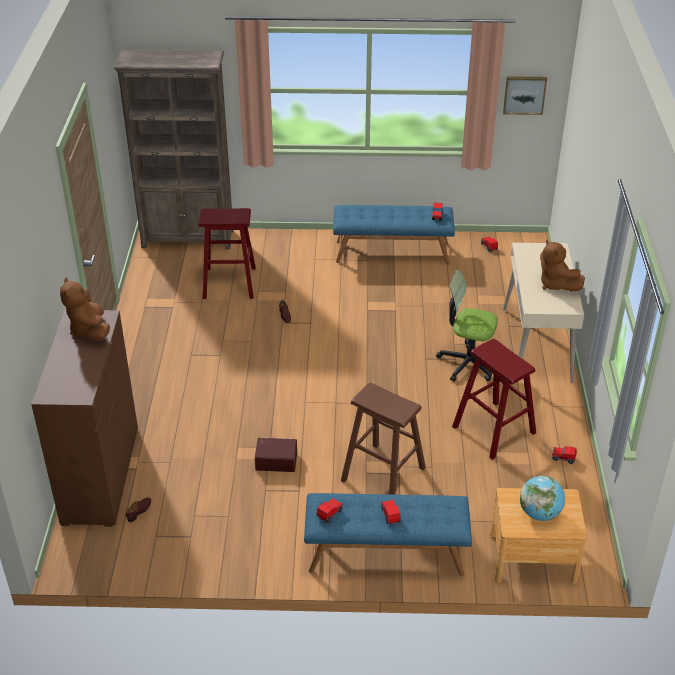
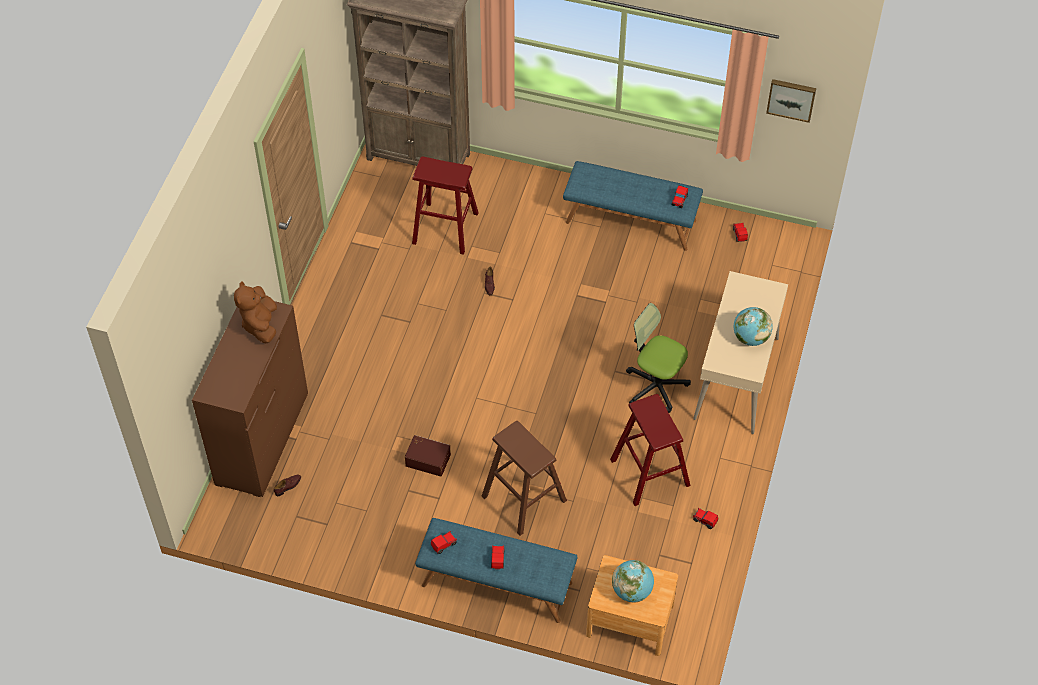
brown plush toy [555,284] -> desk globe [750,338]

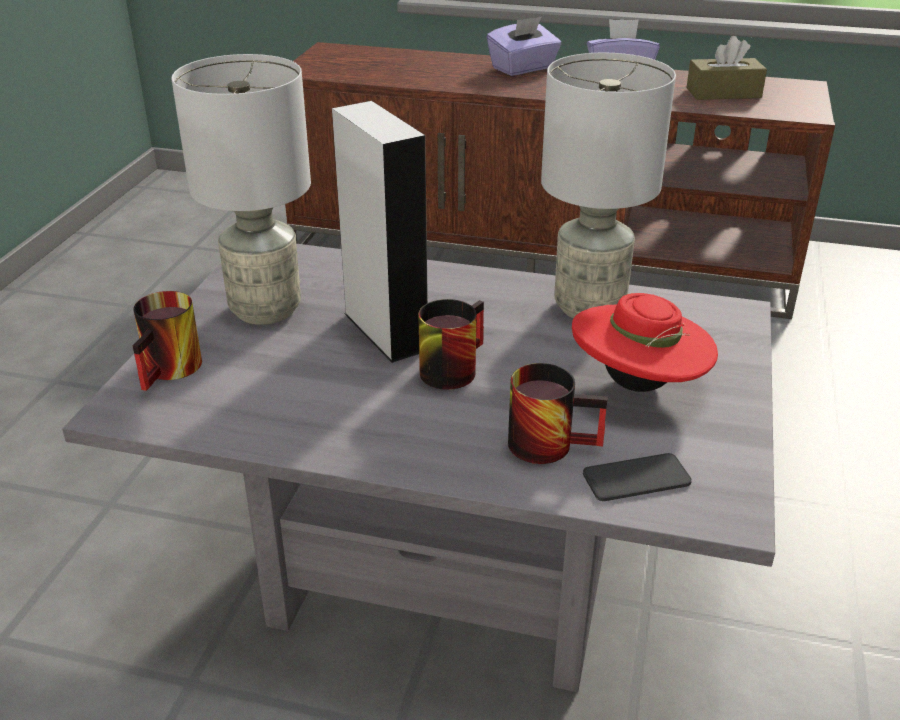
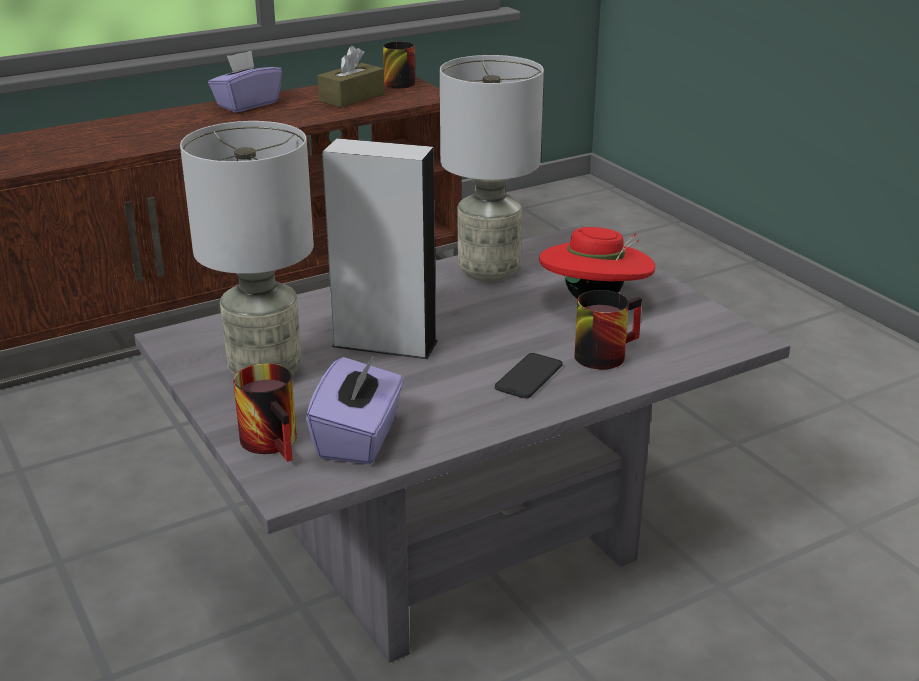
tea mug [449,366] -> tea mug [396,82], move
purplish tissue box [523,68] -> purplish tissue box [359,438], move
handset [636,478] -> handset [529,376], move

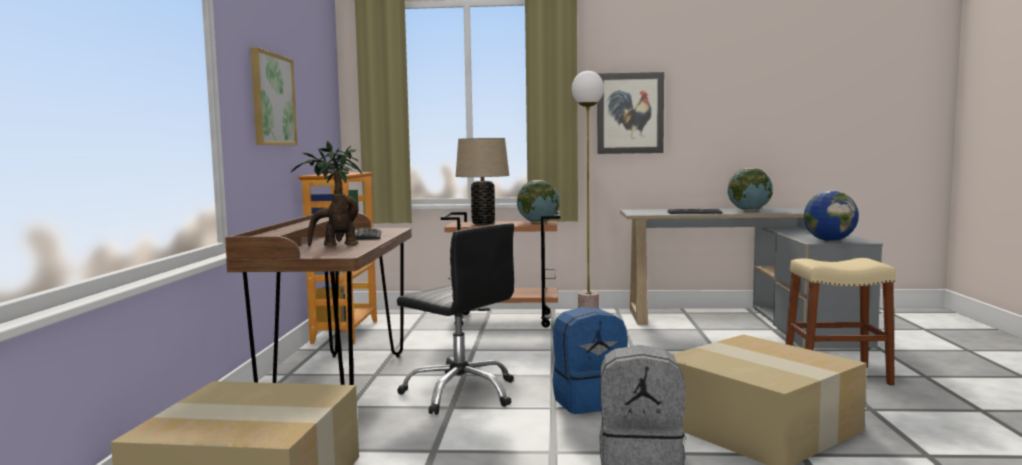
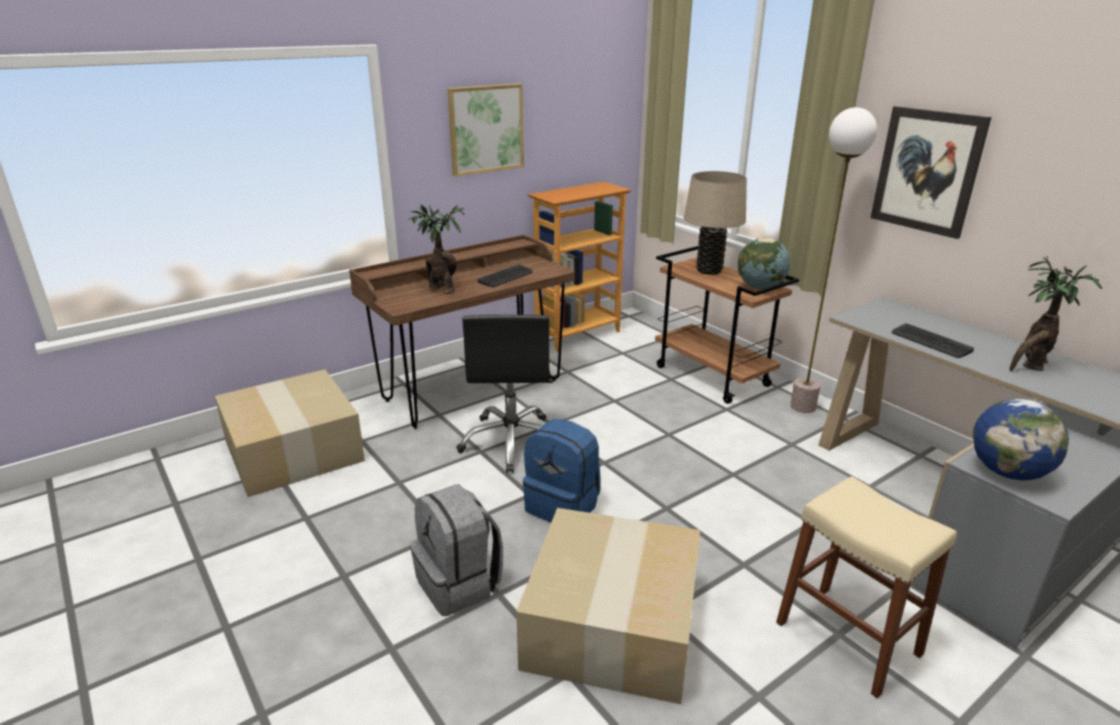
desk globe [749,210] -> houseplant [1030,366]

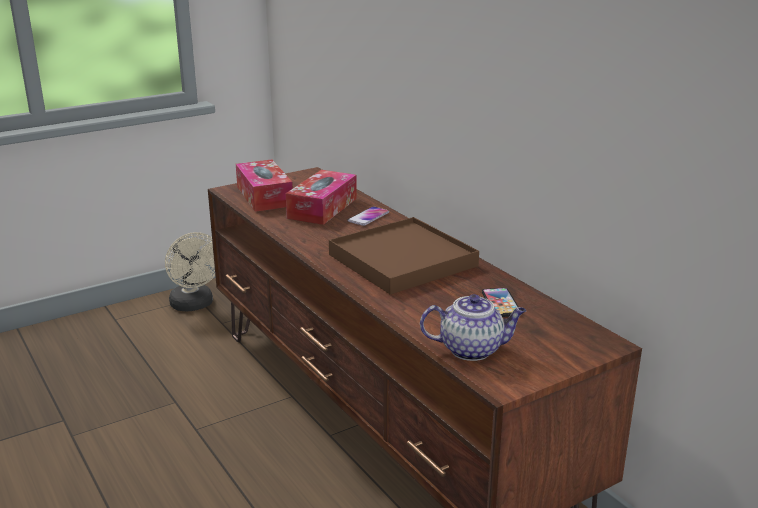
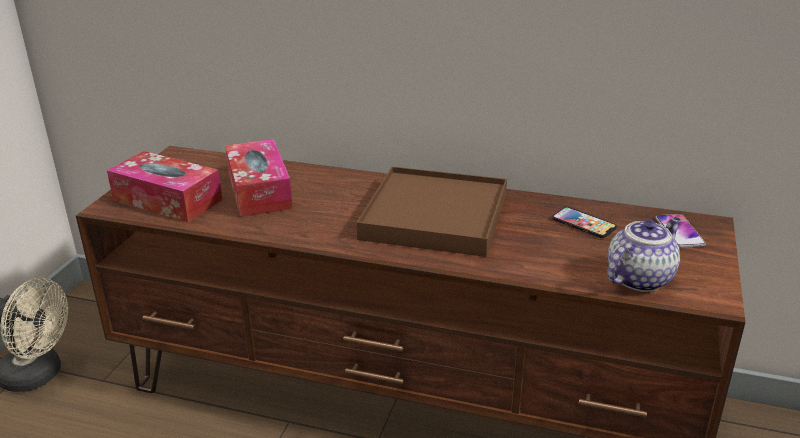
handset [368,217] -> handset [679,232], move

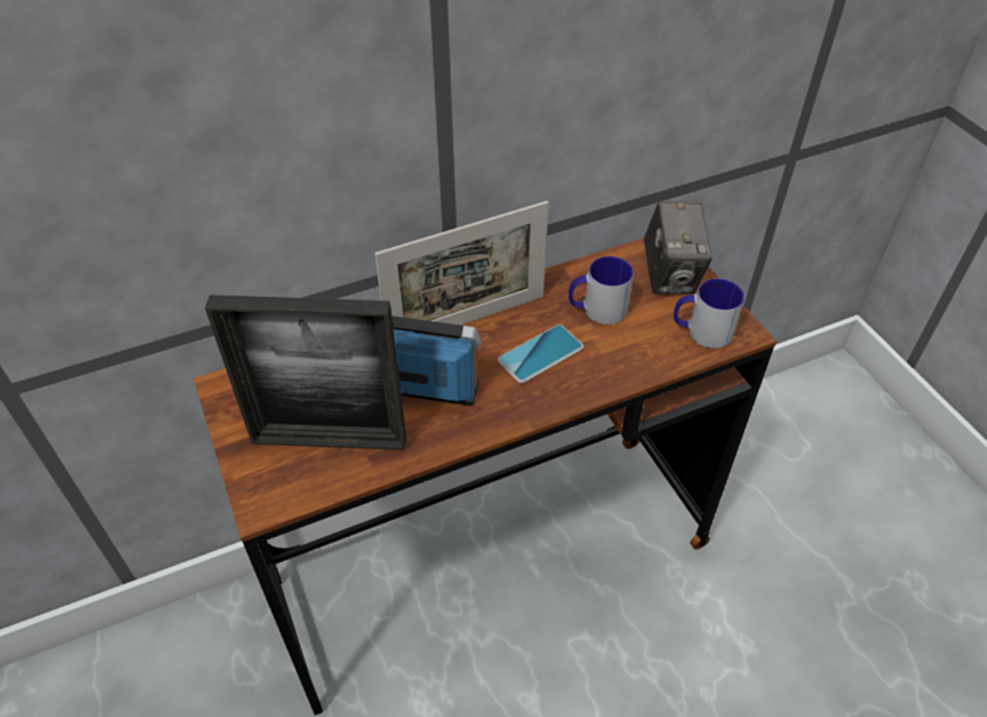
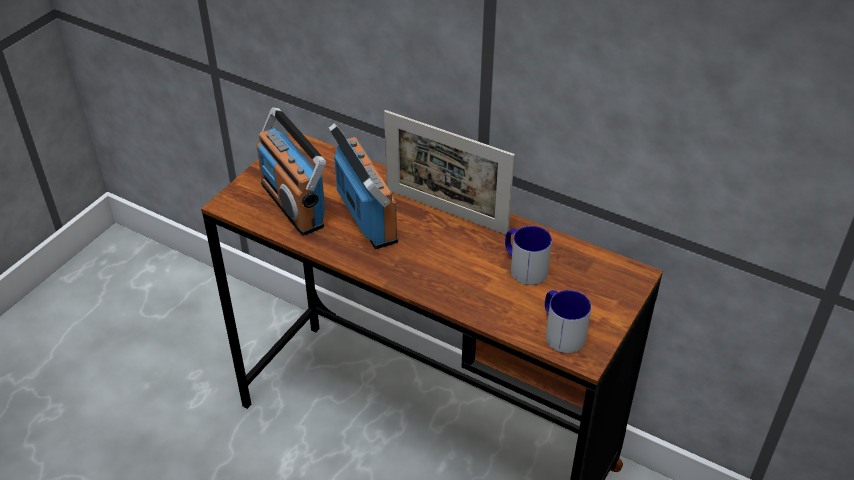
standing frame [329,440] -> radio set [293,204]
handset [540,354] -> none
still camera [670,276] -> none

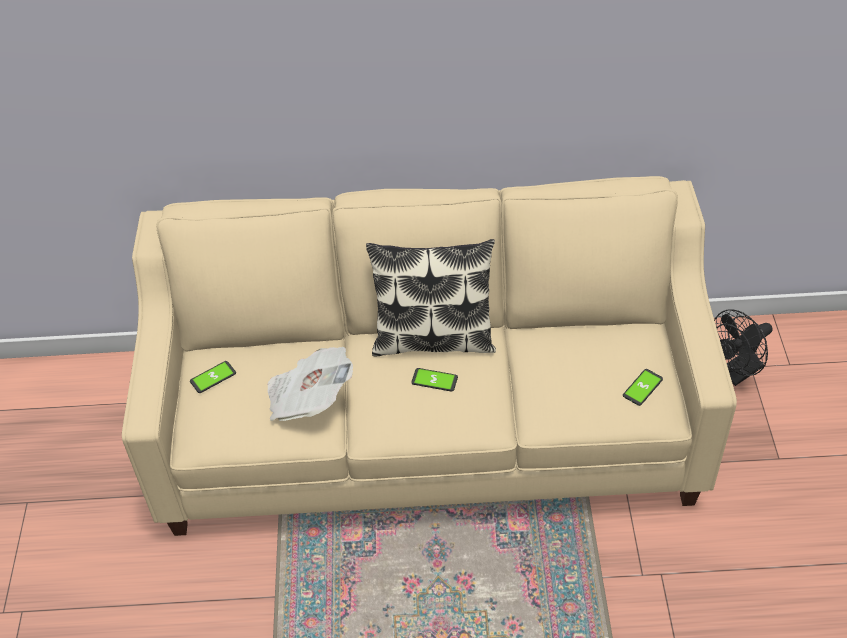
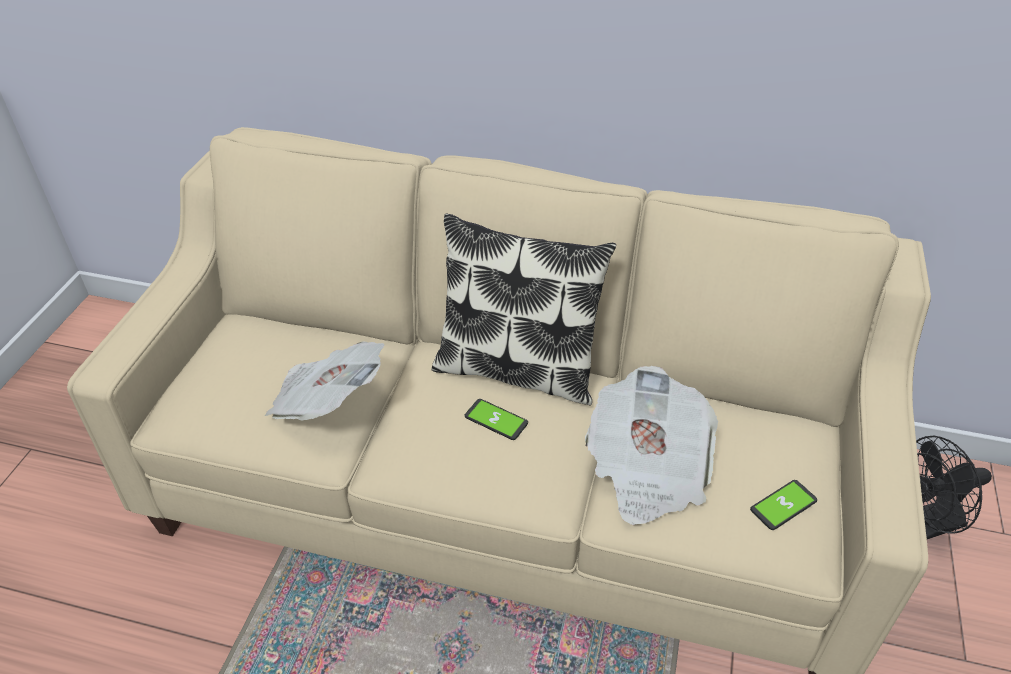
handset [213,377] -> none
none -> newspaper [647,469]

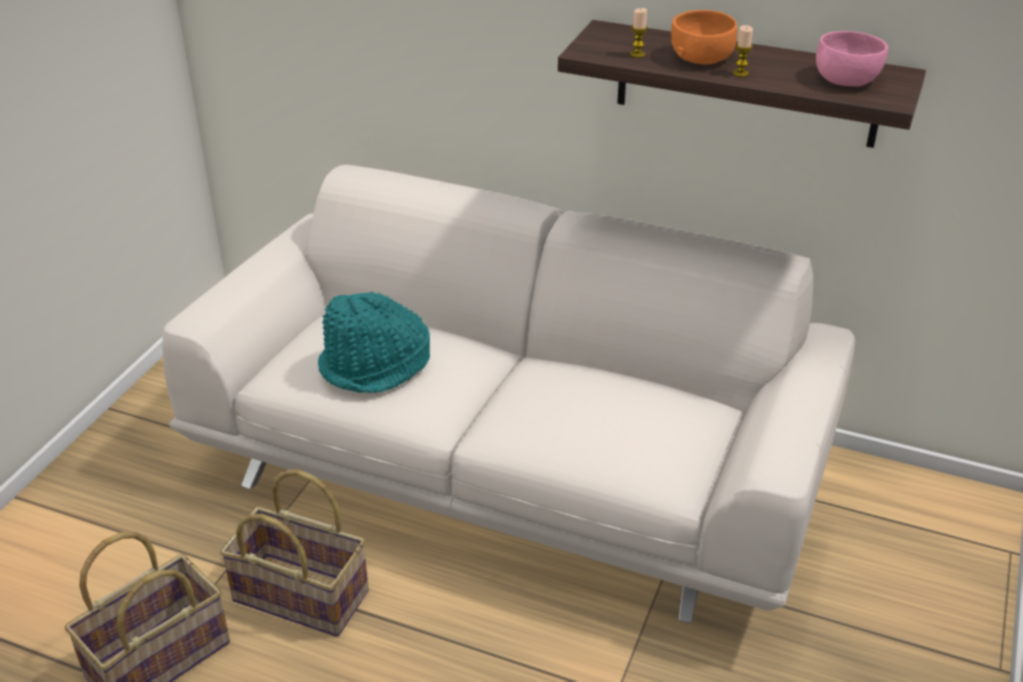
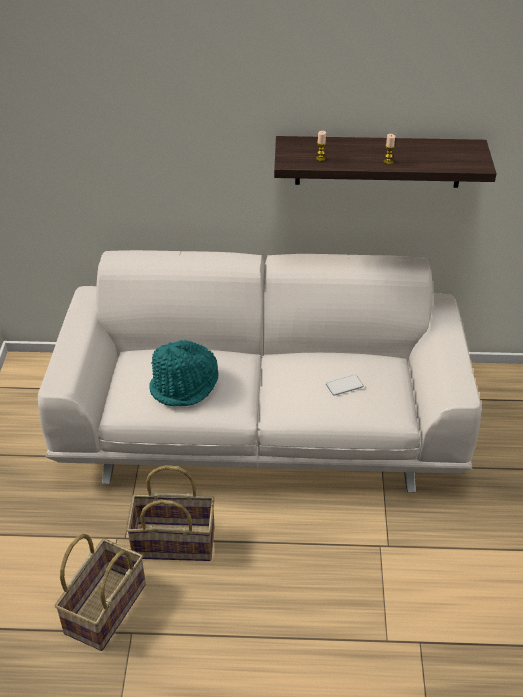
orange-coloured bowl [701,57] -> none
pinkish bowl [847,79] -> none
none -> handset [344,386]

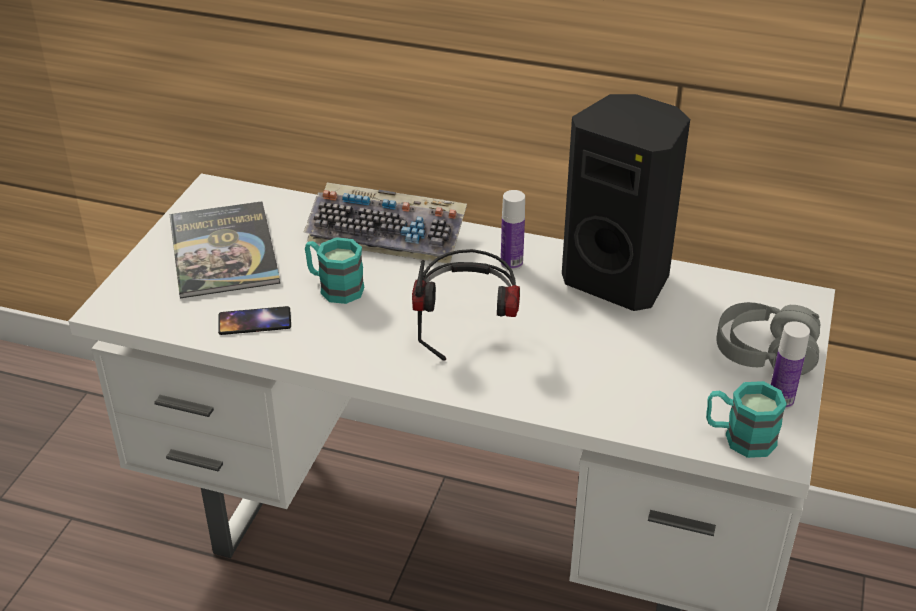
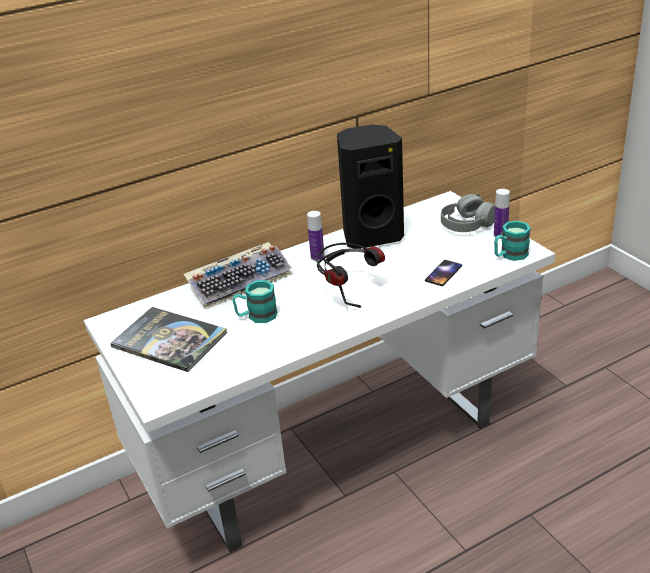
handset [254,321] -> handset [443,273], move

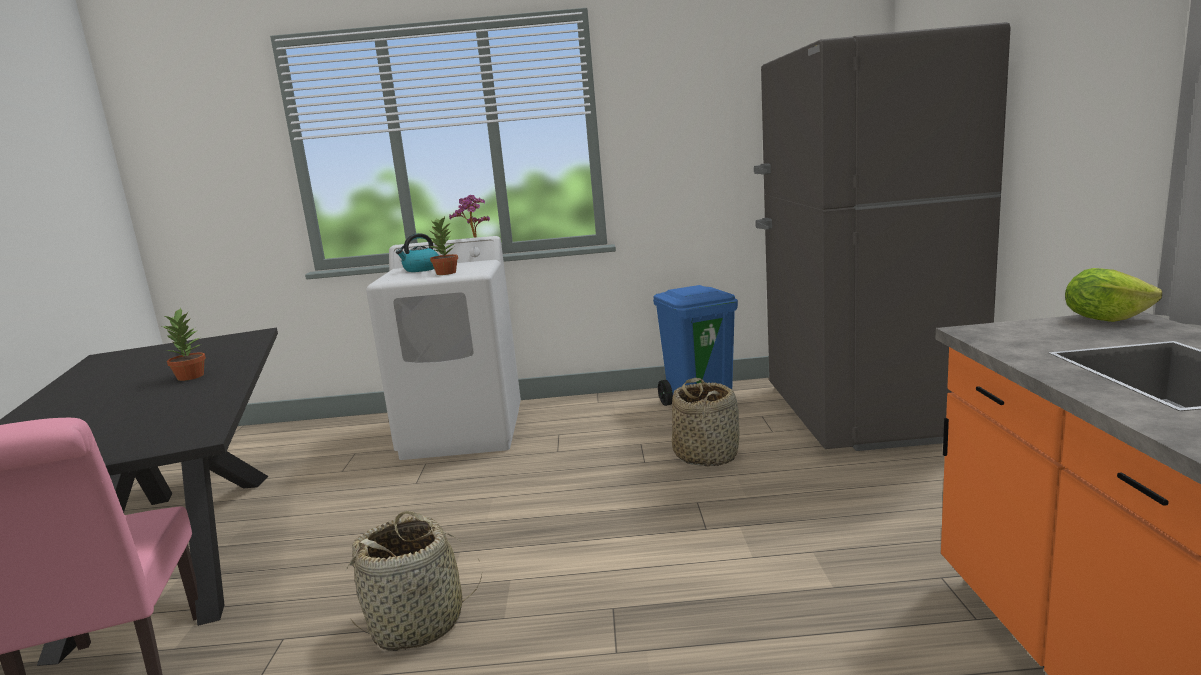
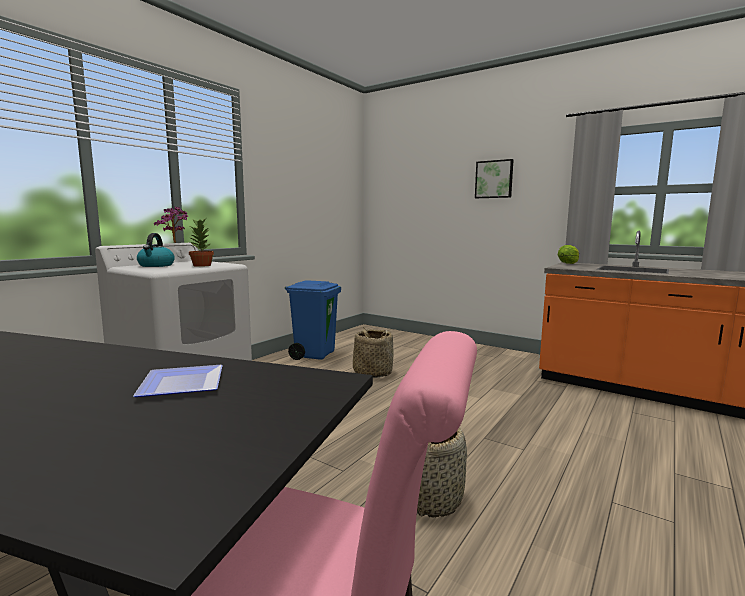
houseplant [191,376] -> none
greyish kitchen fridge [863,414] -> none
none -> flat dish [185,383]
none -> picture [494,179]

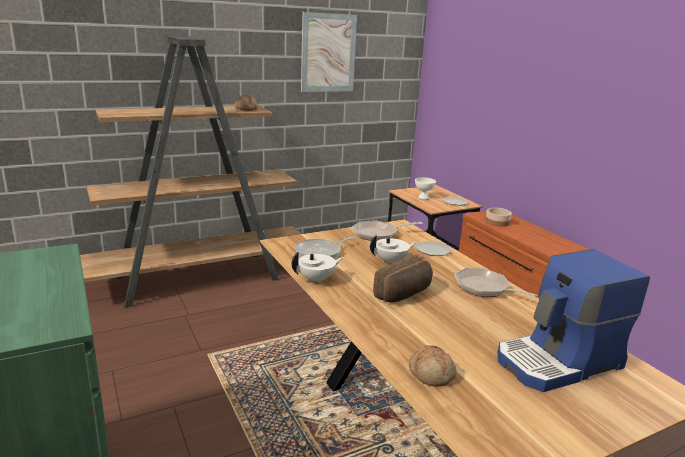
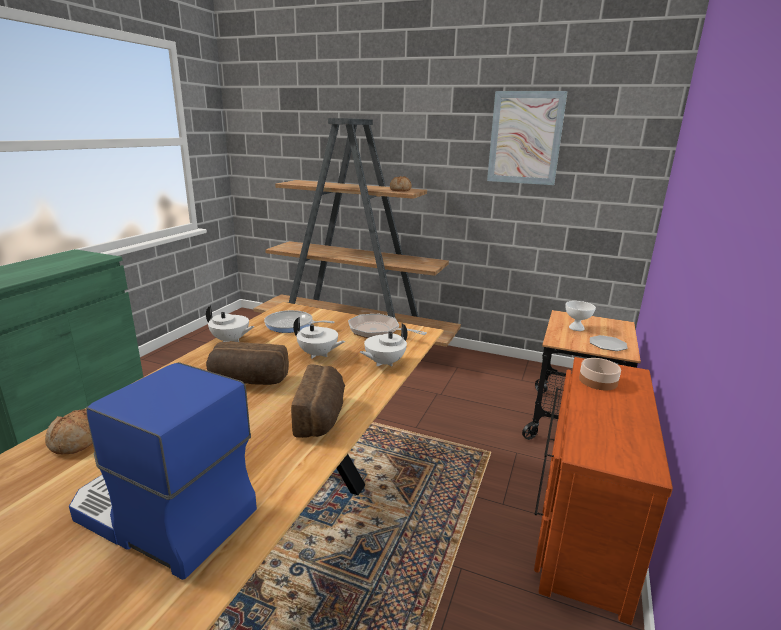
flat dish [432,250] -> white tea pot [384,363]
frying pan [486,289] -> baked bread [322,416]

